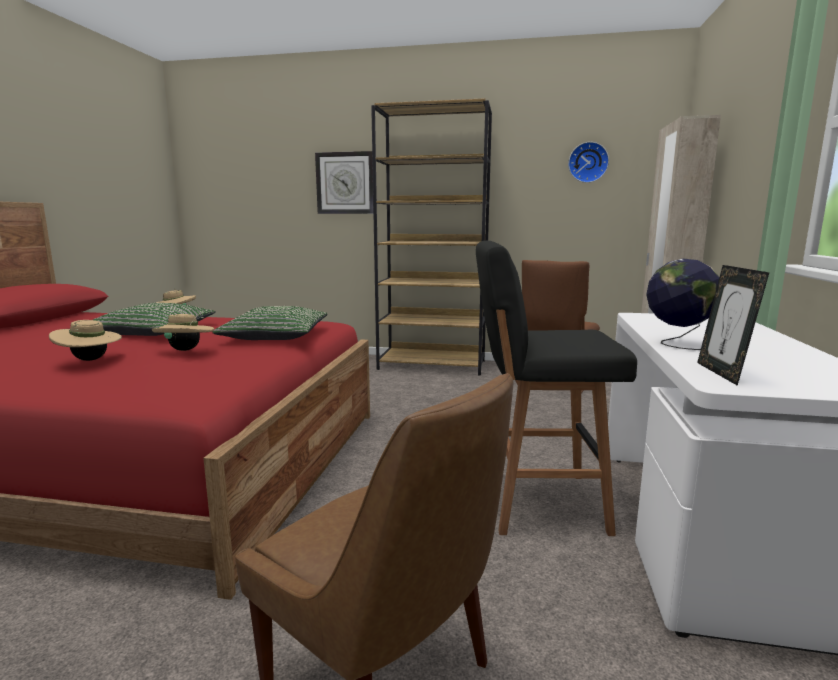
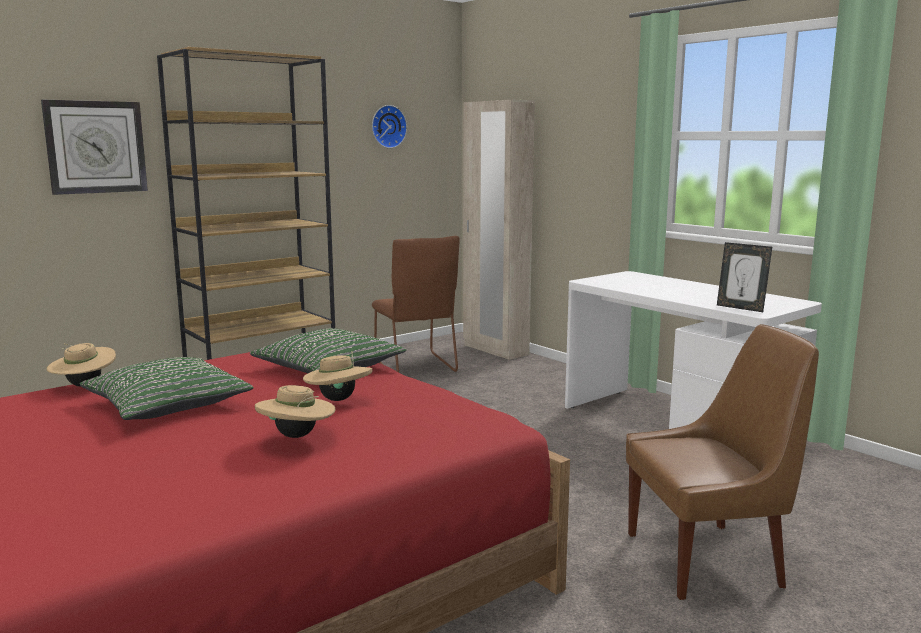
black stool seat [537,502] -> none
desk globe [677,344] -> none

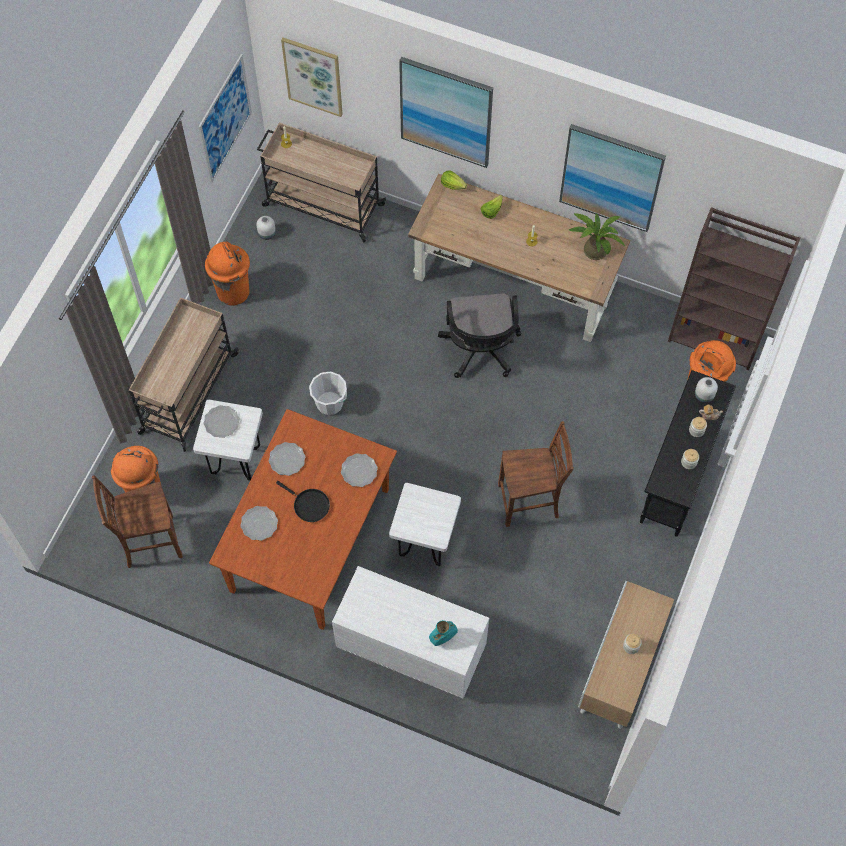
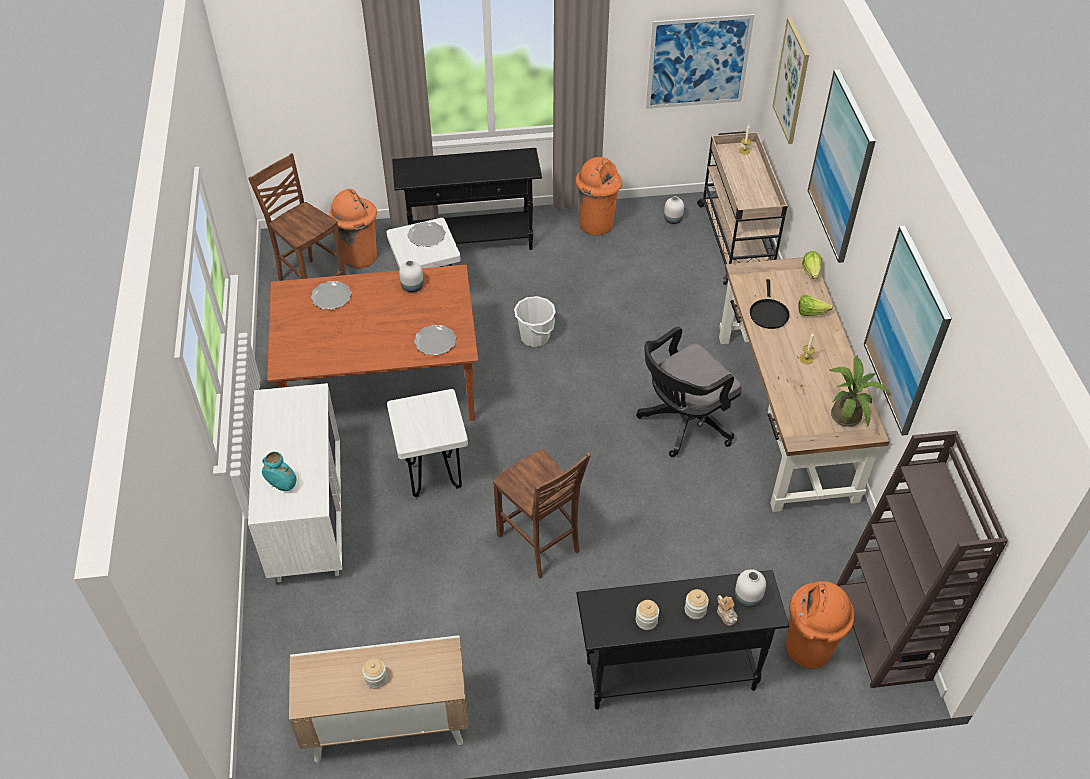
sand-coloured cart [187,395] -> black console table [471,242]
flat dish [287,460] -> white vase [411,286]
black frying pan [309,505] -> black frying pan [768,313], move

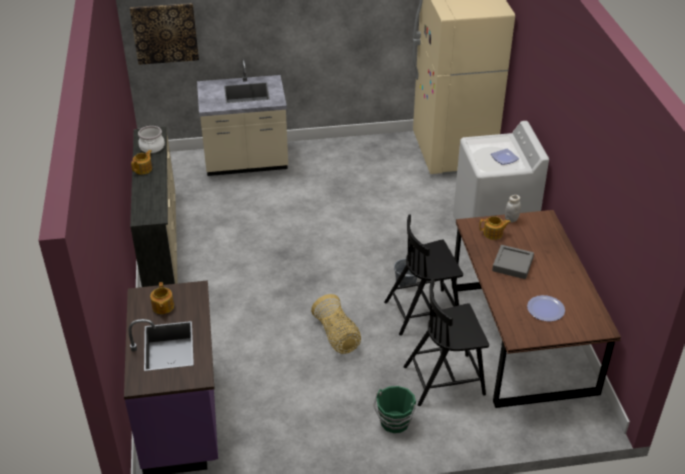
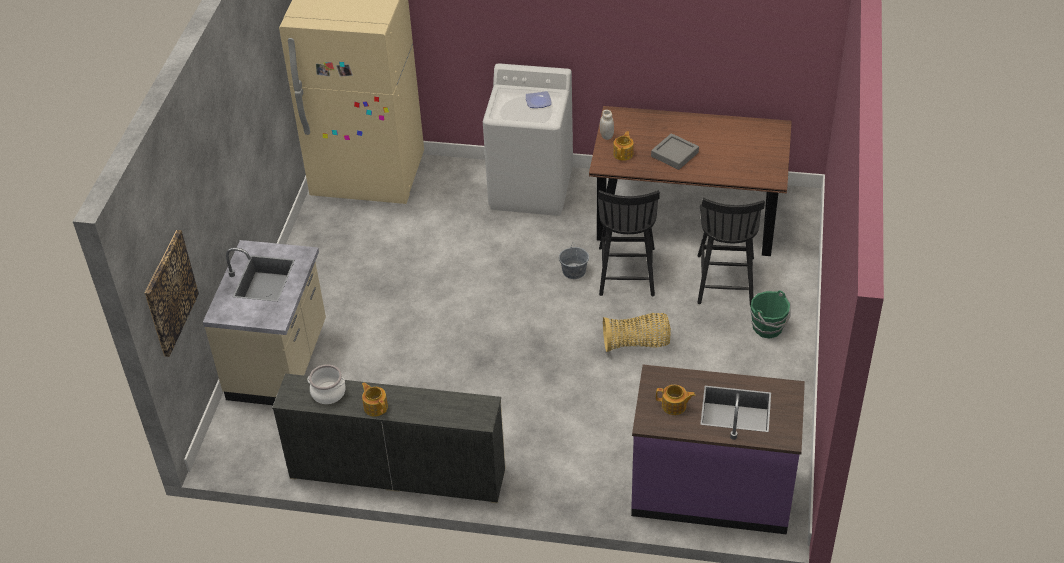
flat dish [545,309] -> none

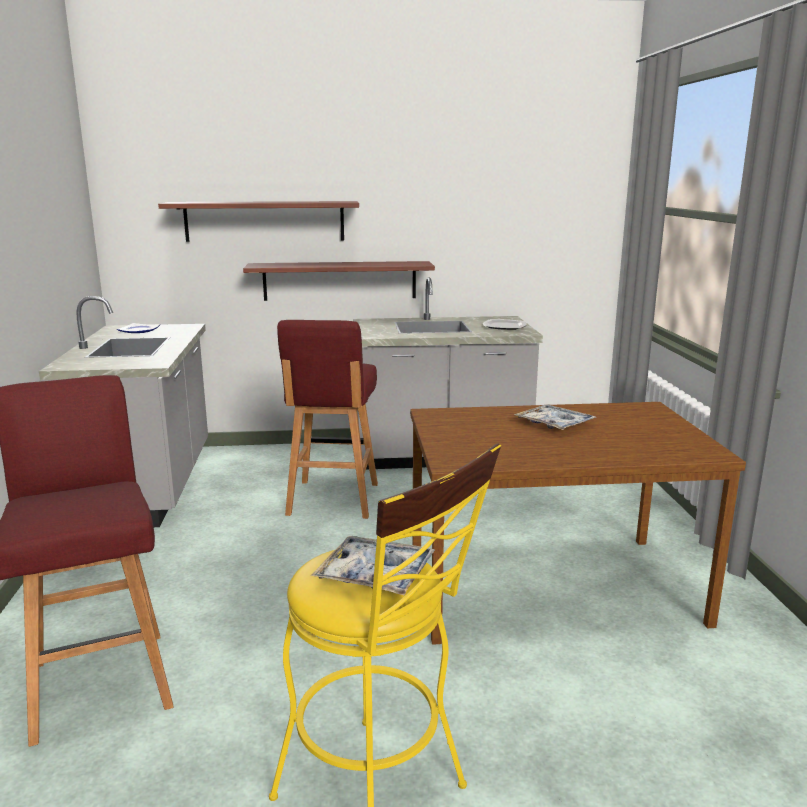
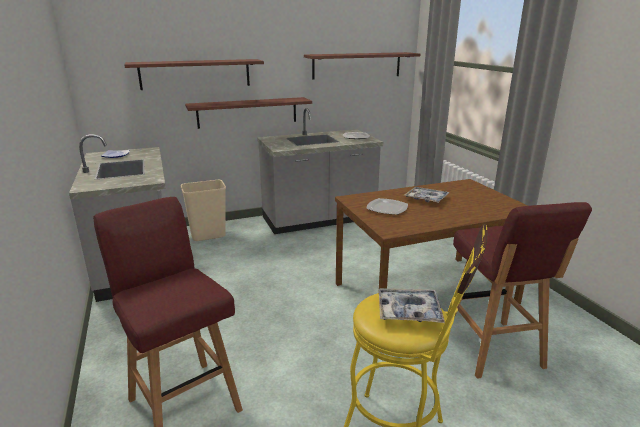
red-coloured stool seat [332,500] -> red-coloured stool seat [493,350], move
none -> sand-coloured trash can [208,235]
none -> wall shelf [357,65]
none -> flat dish [386,208]

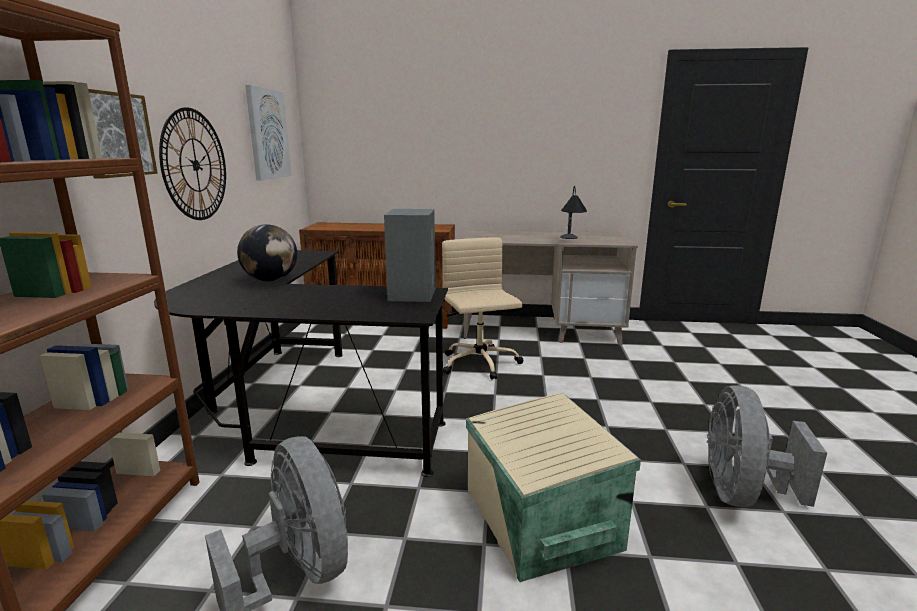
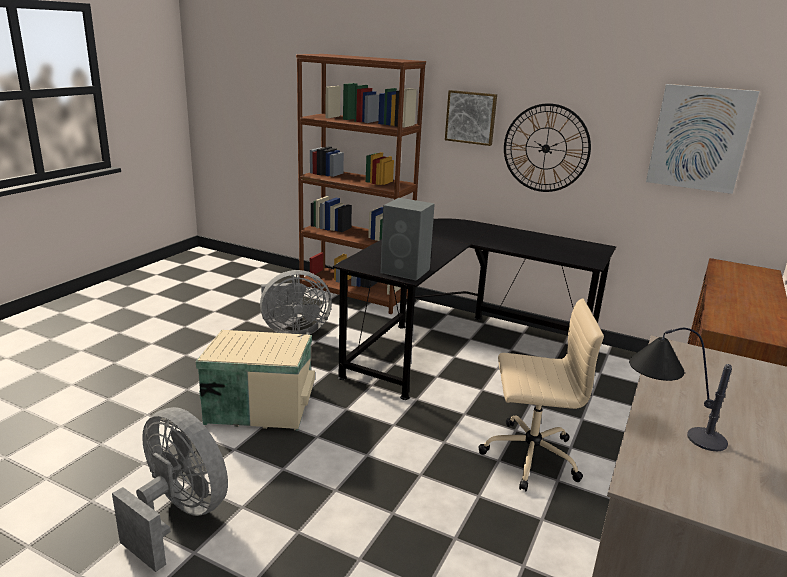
desk globe [271,280] -> none

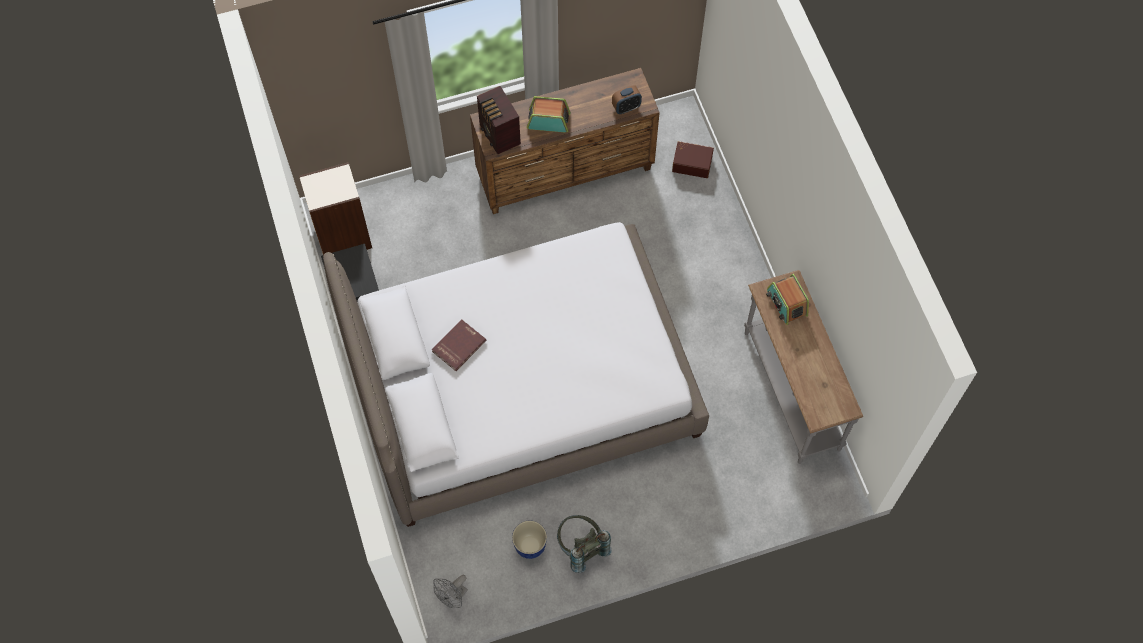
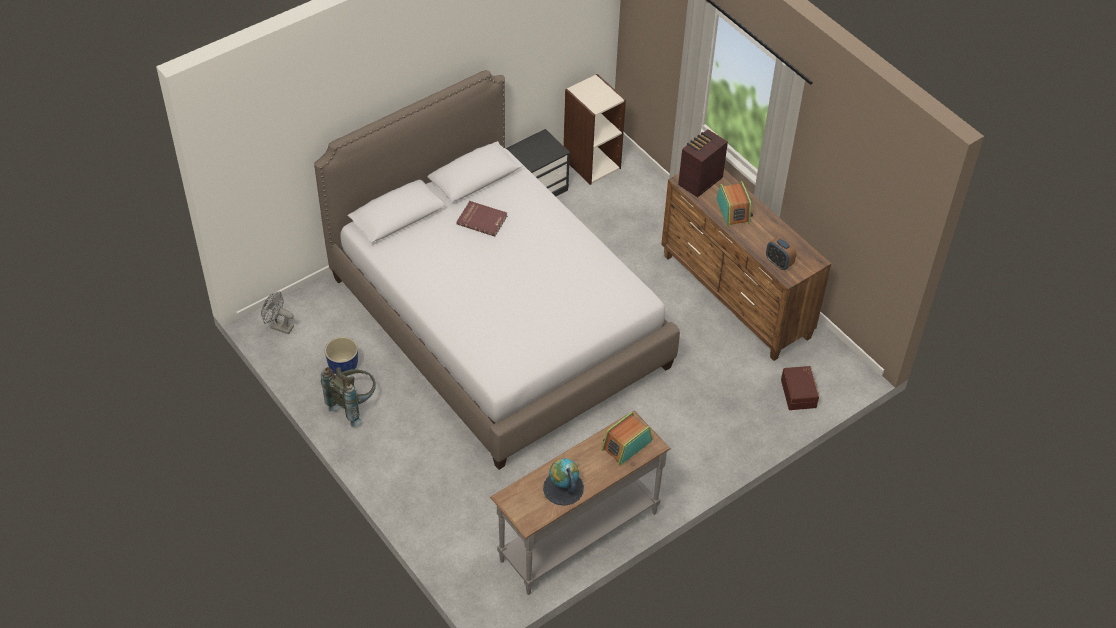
none -> desk globe [563,488]

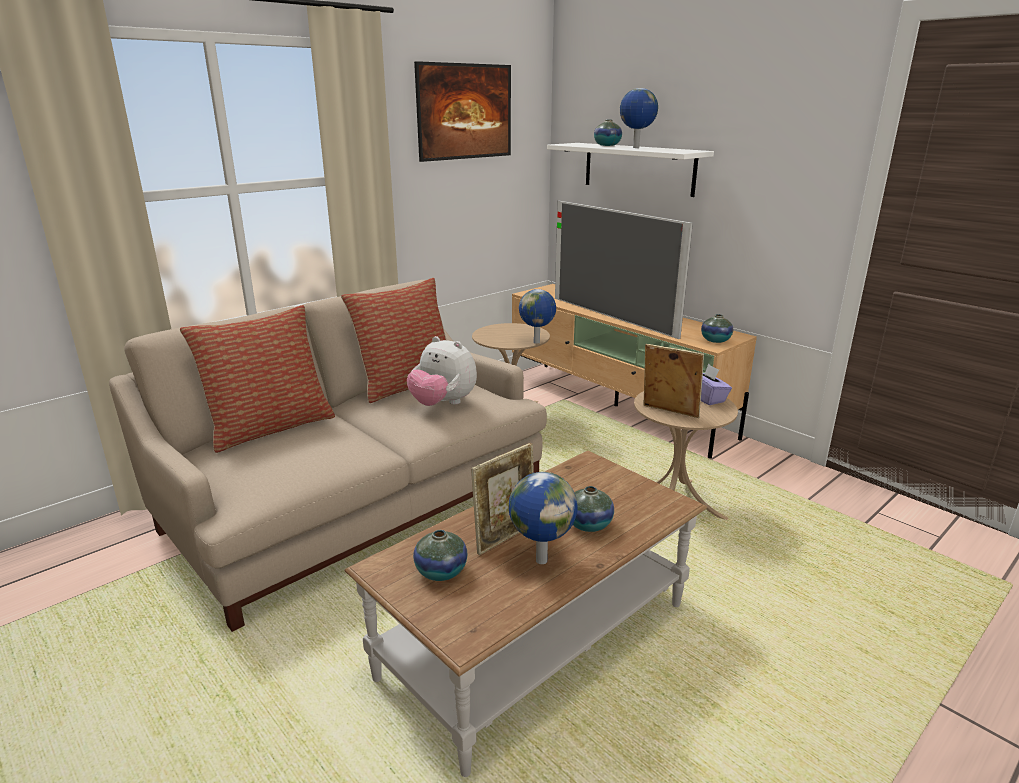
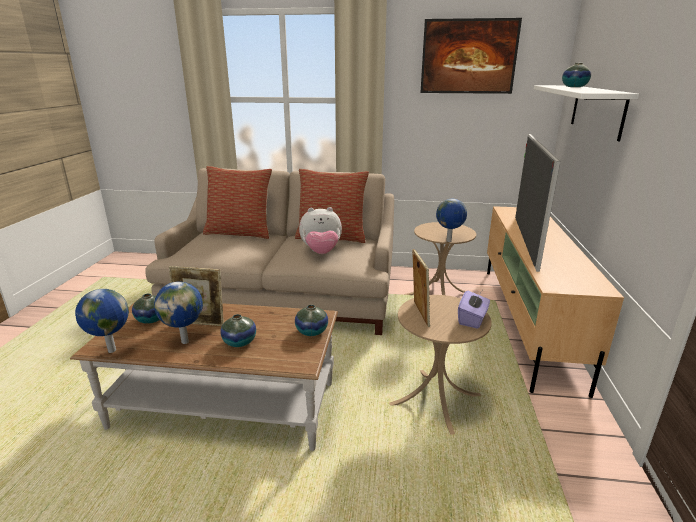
plush toy [443,404] -> plush toy [321,252], 90 degrees counterclockwise
desk globe [635,148] -> desk globe [111,350], move
vase [715,340] -> vase [311,331], move

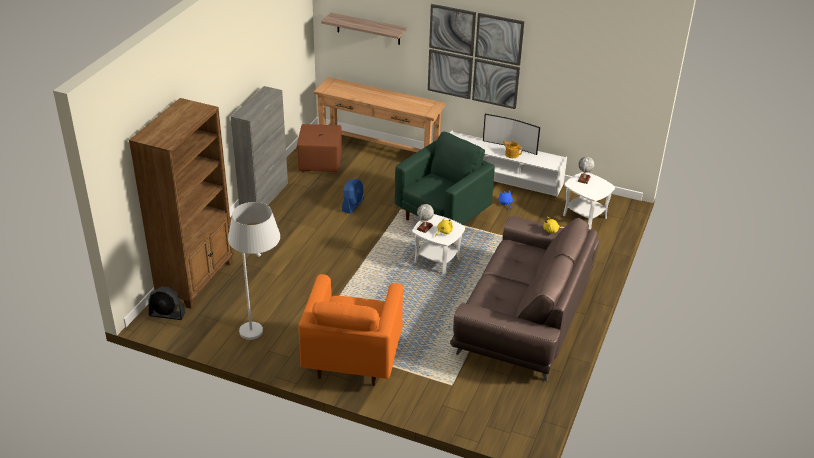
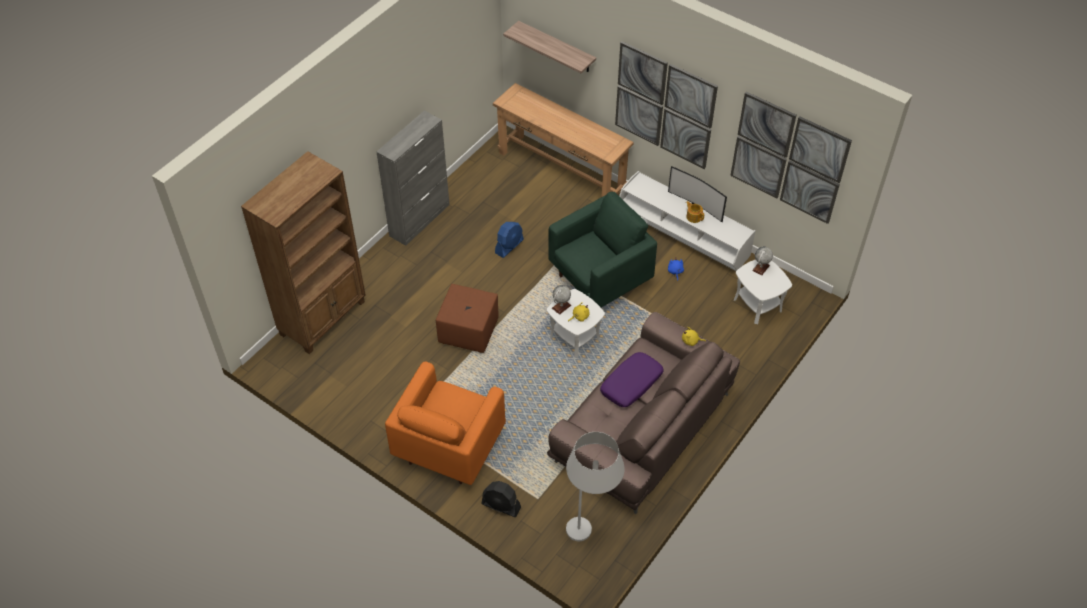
black cooling fan [167,314] -> black cooling fan [501,506], move
white standing lamp [262,335] -> white standing lamp [590,537], move
brown footrest [319,163] -> brown footrest [468,331], move
none -> purplish pillow [631,384]
none -> picture [788,158]

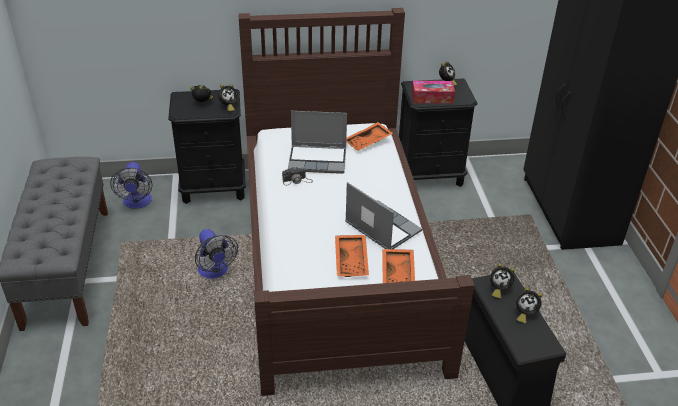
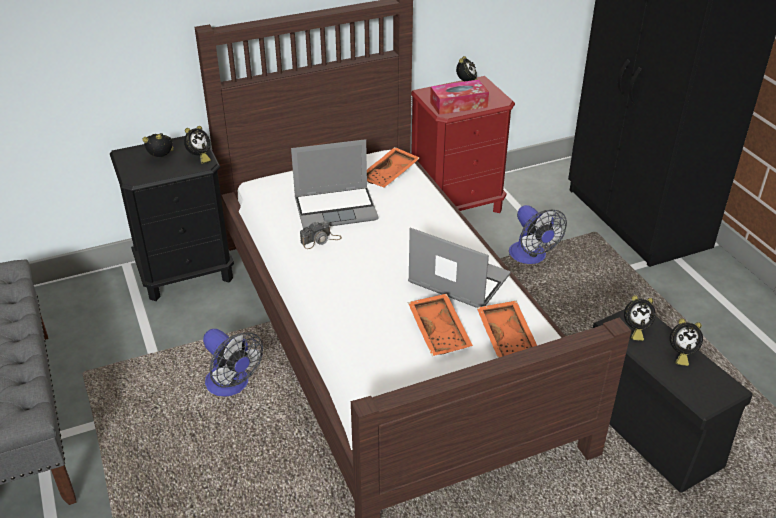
cooling fan [137,203] -> cooling fan [531,257], move
black nightstand [430,175] -> red-coloured nightstand [457,205]

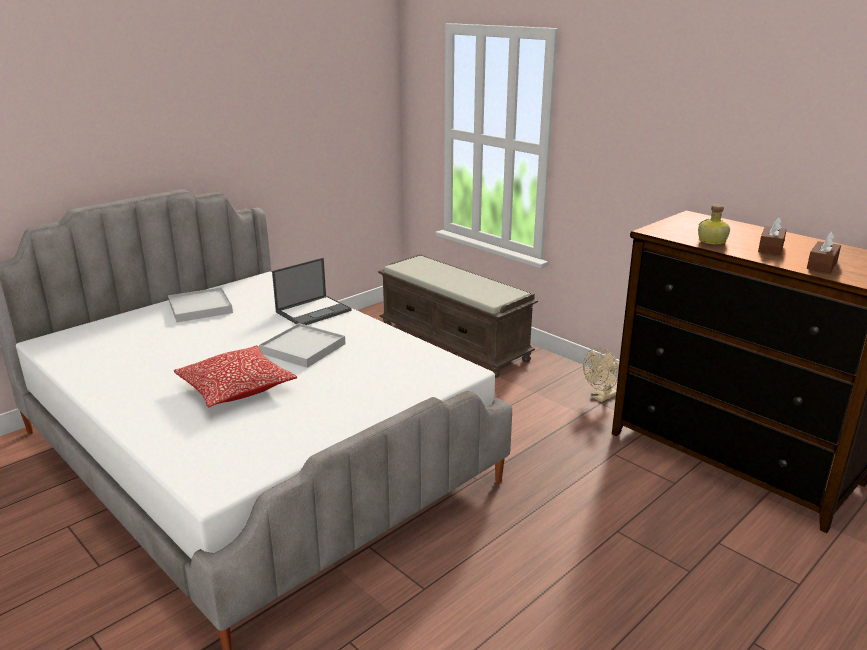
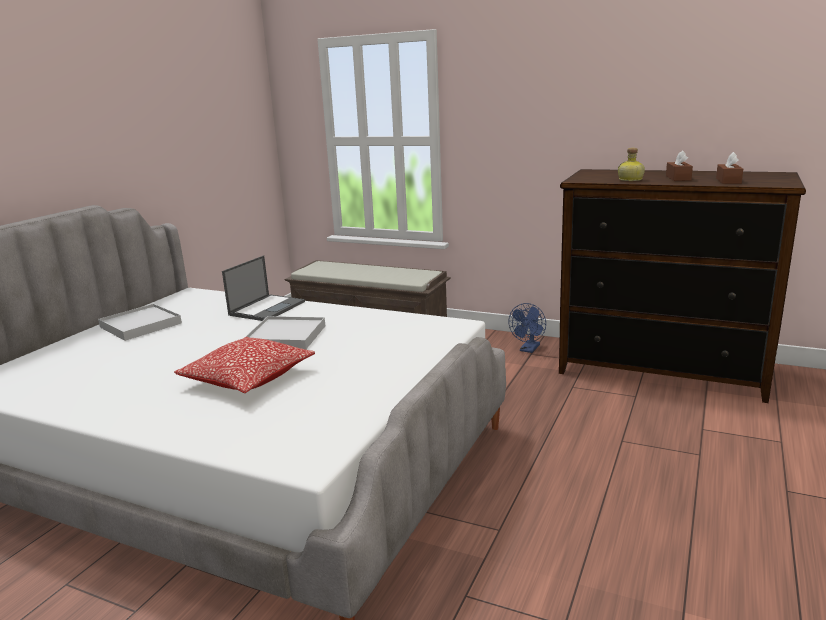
sand-coloured cooling fan [601,397] -> blue cooling fan [528,349]

